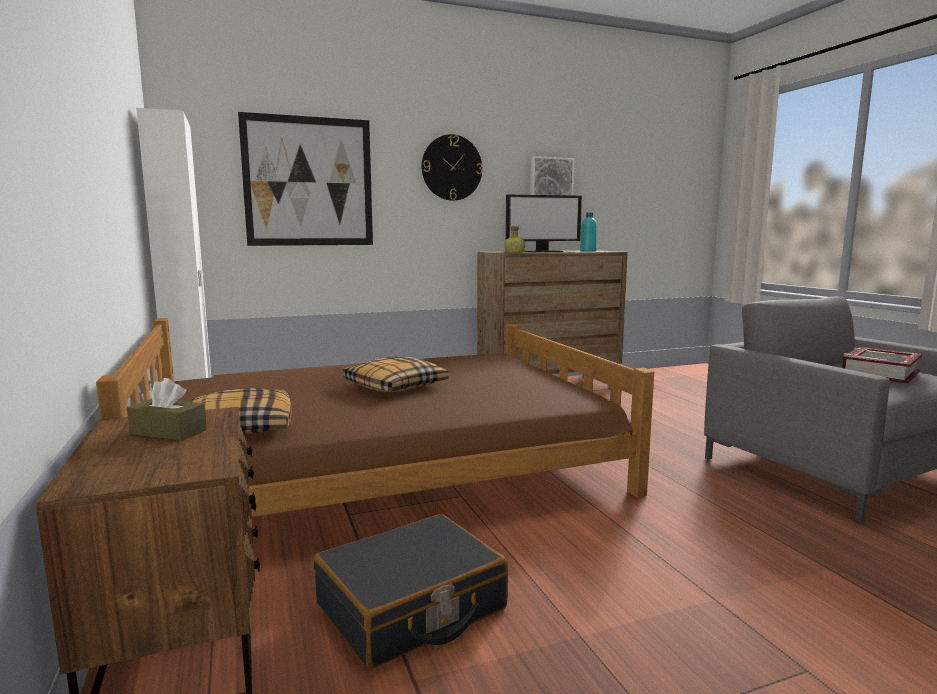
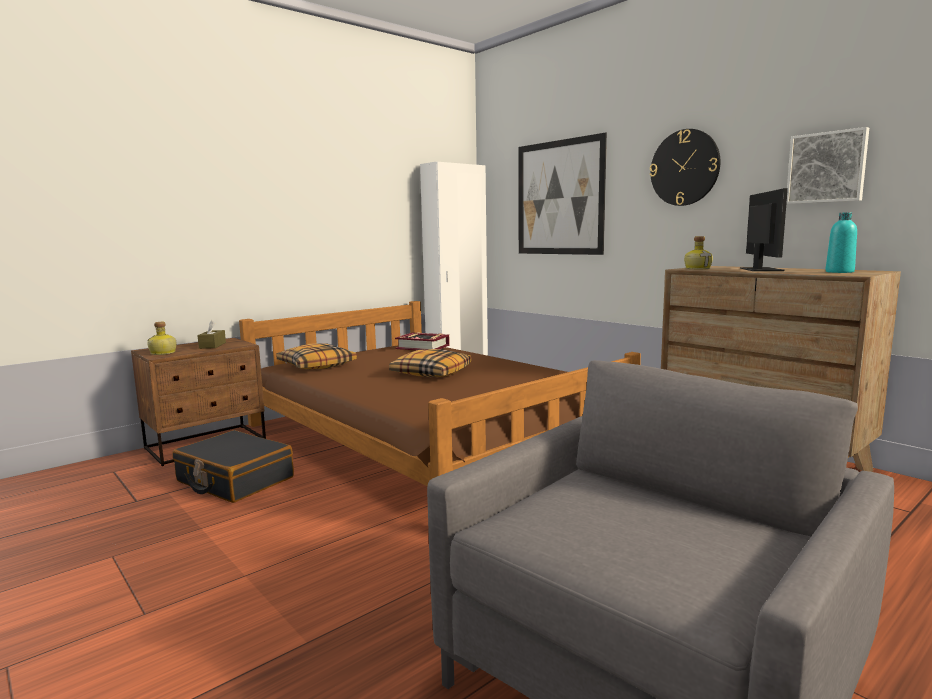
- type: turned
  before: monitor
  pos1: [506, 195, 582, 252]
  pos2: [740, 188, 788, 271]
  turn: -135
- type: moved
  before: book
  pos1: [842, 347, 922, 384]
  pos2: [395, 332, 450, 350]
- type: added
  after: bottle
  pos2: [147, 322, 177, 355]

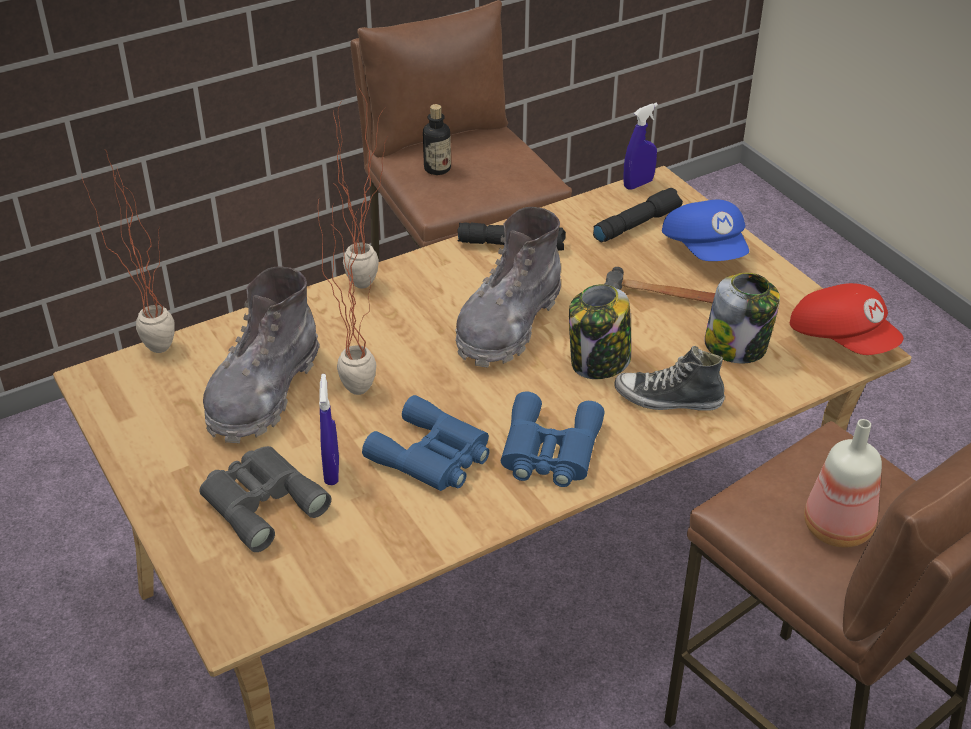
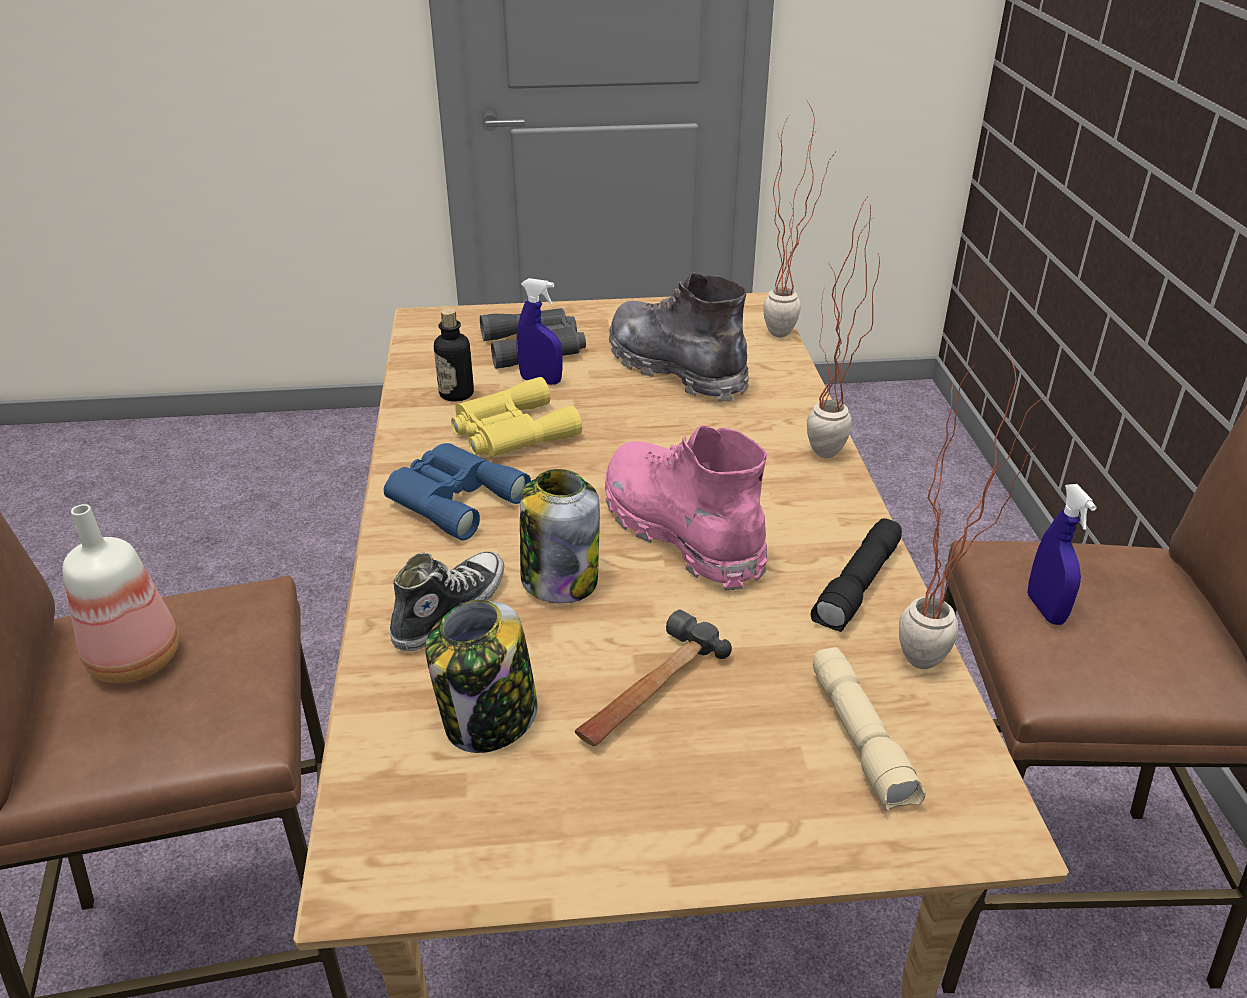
- type: moved
  before: blue spray bottle
  pos1: [623, 103, 658, 190]
  pos2: [1028, 484, 1097, 625]
- type: moved
  before: bottle
  pos1: [423, 104, 451, 175]
  pos2: [434, 308, 474, 402]
- type: moved
  before: potted plant
  pos1: [318, 183, 376, 395]
  pos2: [899, 347, 1046, 669]
- type: recoloured
  before: black flashlight
  after: beige flashlight
  pos1: [593, 188, 683, 243]
  pos2: [813, 647, 925, 811]
- type: removed
  before: blue cap
  pos1: [662, 200, 749, 261]
- type: recoloured
  before: grey boot
  after: pink boot
  pos1: [455, 207, 561, 367]
  pos2: [605, 425, 767, 591]
- type: removed
  before: red cap
  pos1: [790, 283, 904, 355]
- type: recoloured
  before: blue binoculars
  after: yellow binoculars
  pos1: [362, 395, 490, 491]
  pos2: [451, 377, 582, 457]

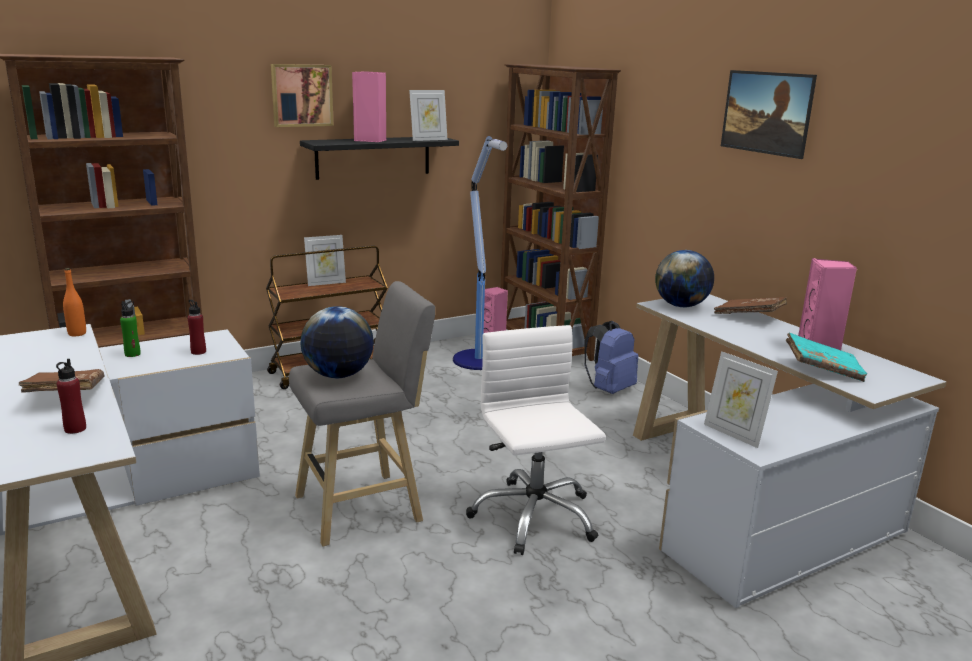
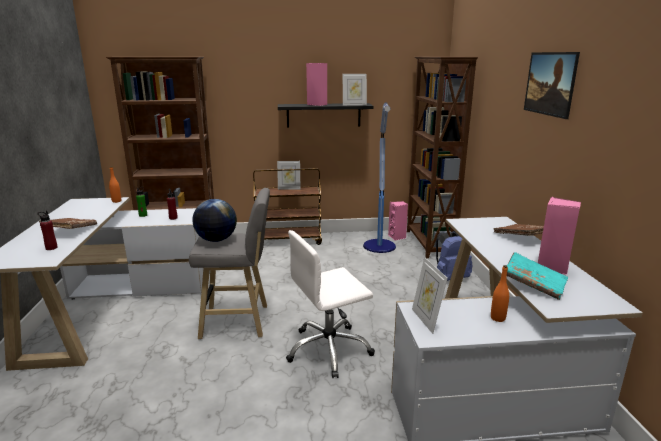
- type: removed
  before: picture
  pos1: [271, 64, 334, 127]
- type: removed
  before: globe
  pos1: [655, 250, 714, 307]
- type: turned
  before: white office chair
  pos1: [466, 325, 606, 555]
  pos2: [286, 230, 375, 378]
  turn: -120
- type: added
  after: orange bottle
  pos2: [491, 265, 509, 322]

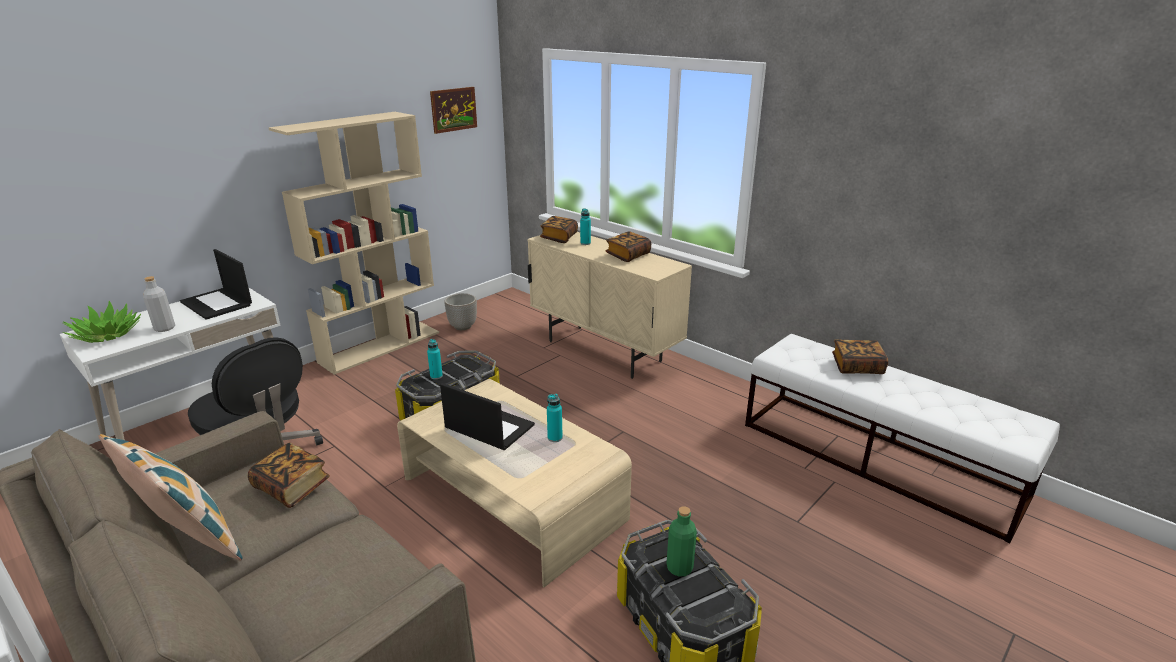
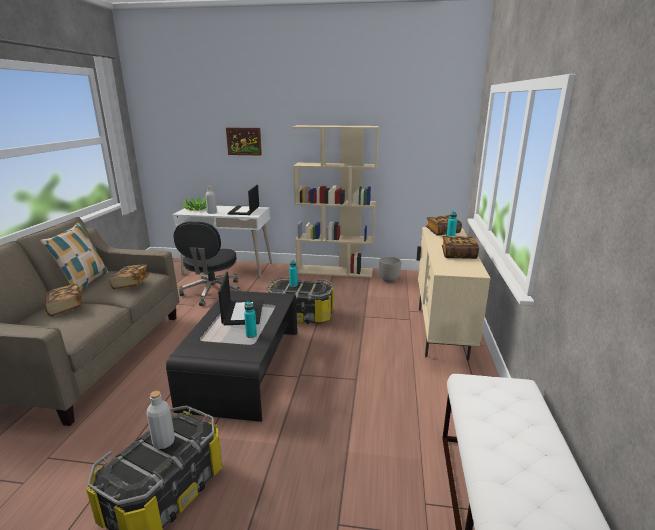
- type: moved
  before: picture
  pos1: [430, 87, 477, 134]
  pos2: [226, 127, 262, 156]
- type: moved
  before: book
  pos1: [832, 340, 888, 374]
  pos2: [45, 284, 83, 317]
- type: recoloured
  before: beige coffee table
  after: black coffee table
  pos1: [397, 379, 632, 587]
  pos2: [166, 291, 297, 422]
- type: recoloured
  before: green bottle
  after: grey bottle
  pos1: [667, 506, 697, 576]
  pos2: [146, 391, 175, 449]

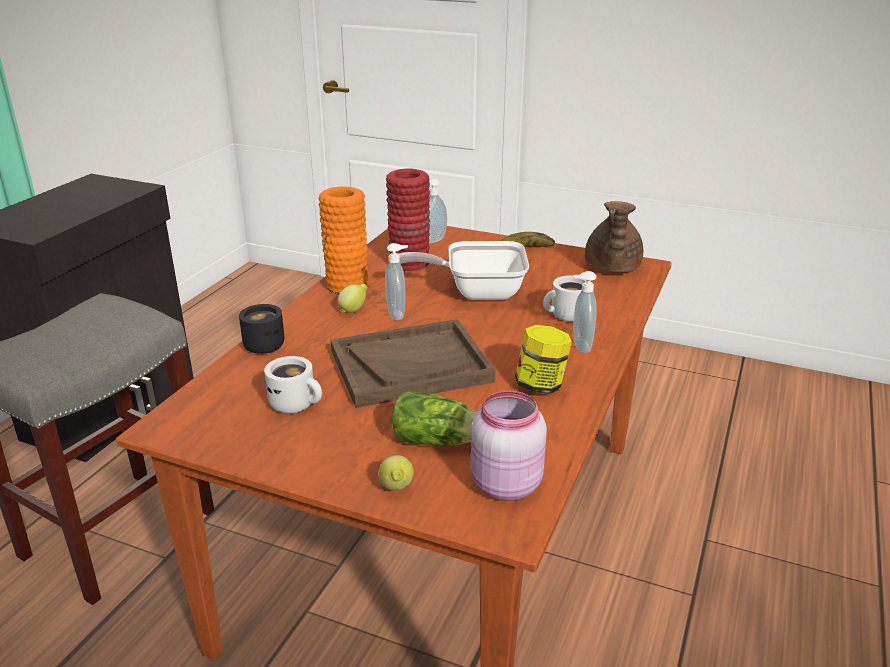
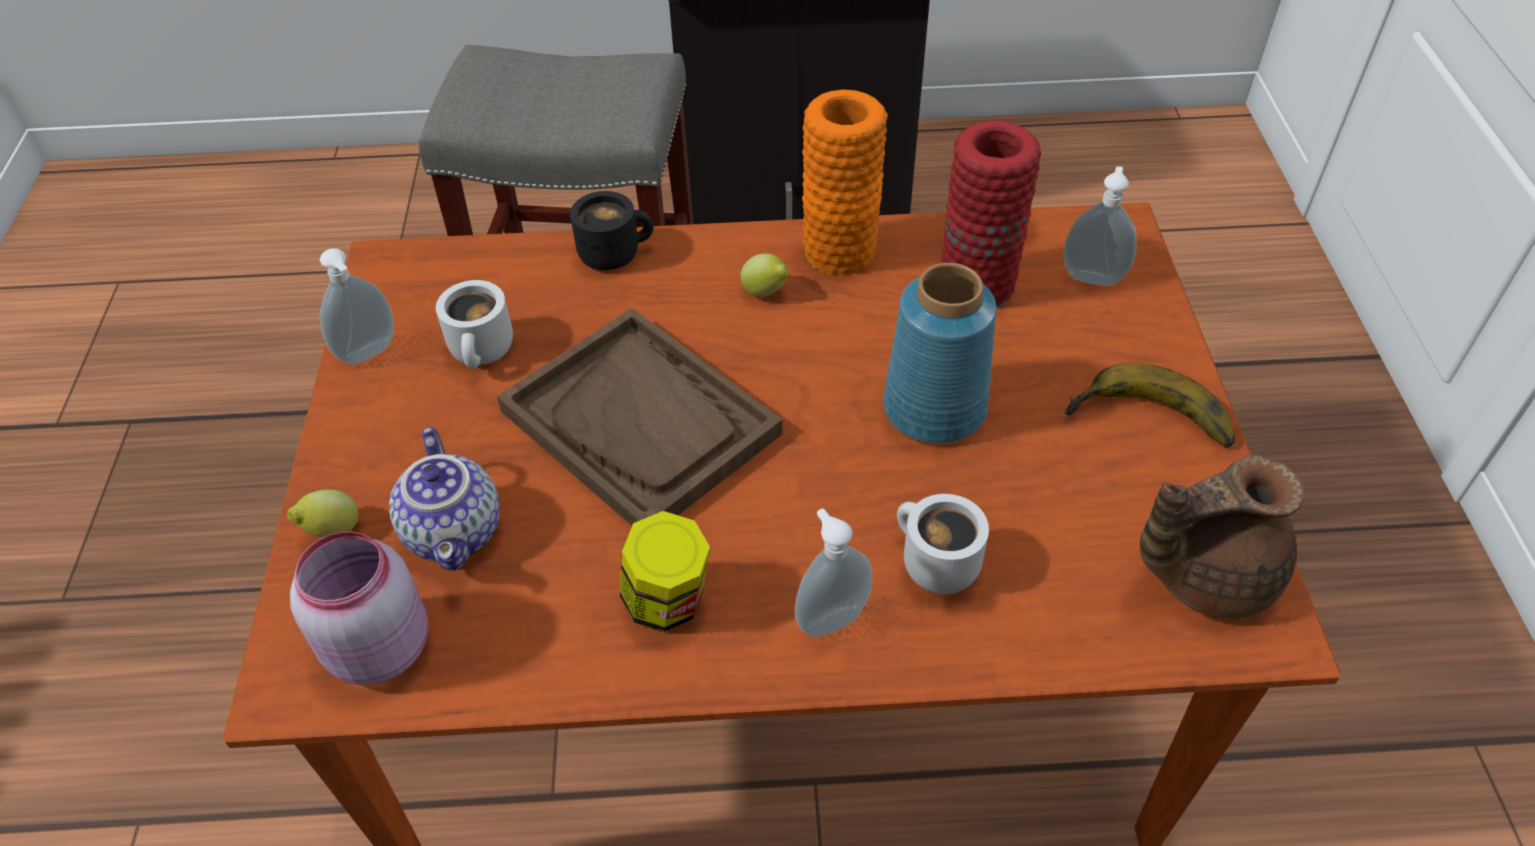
- type: replaced
  before: frying pan
  after: blue vase
  pos1: [398, 241, 529, 300]
  pos2: [883, 263, 997, 444]
- type: moved
  before: soap dispenser
  pos1: [385, 243, 408, 320]
  pos2: [319, 248, 394, 365]
- type: replaced
  before: lettuce
  after: teapot
  pos1: [392, 391, 477, 446]
  pos2: [389, 427, 500, 571]

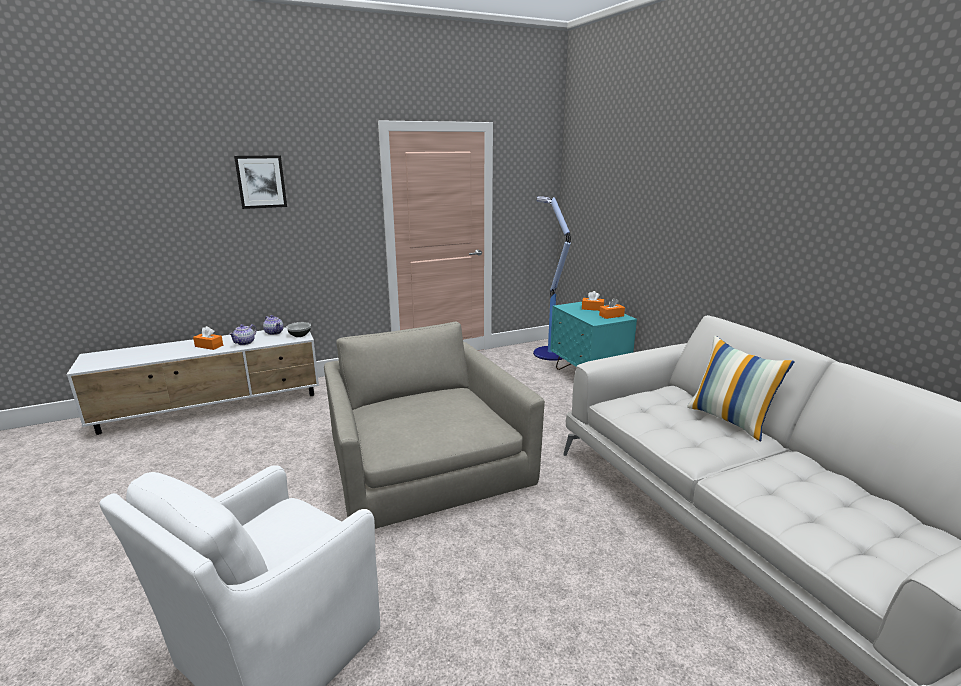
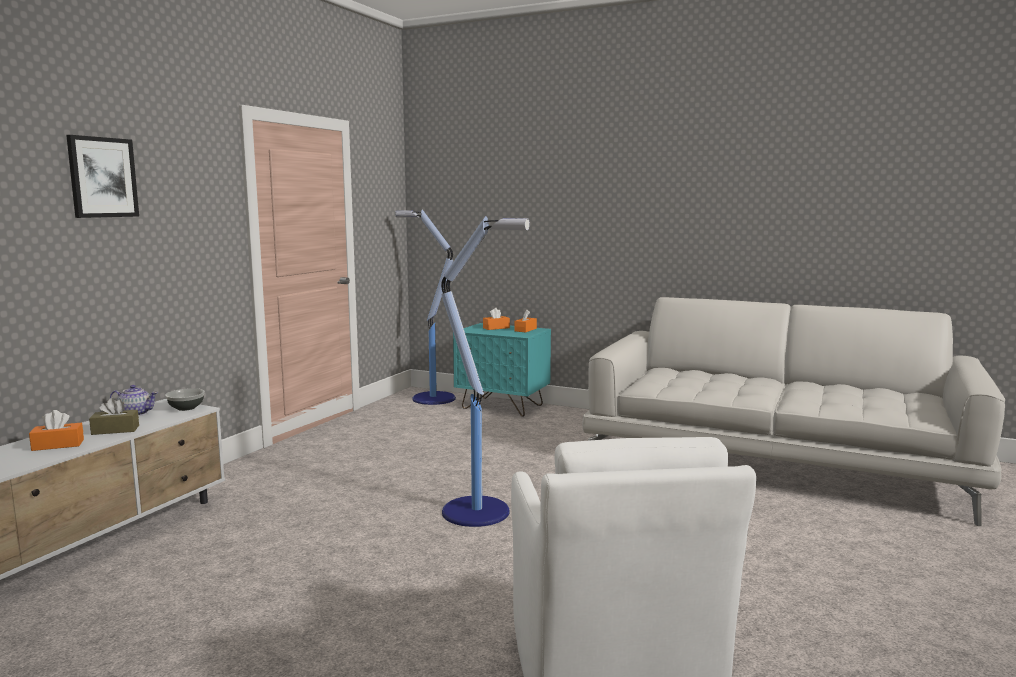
- type: replaced
  before: grey armchair
  after: floor lamp
  pos1: [324, 322, 545, 529]
  pos2: [441, 216, 530, 527]
- type: replaced
  before: teapot
  after: brown tissue box
  pos1: [229, 324, 257, 345]
  pos2: [89, 398, 139, 435]
- type: removed
  before: pillow
  pos1: [687, 336, 794, 442]

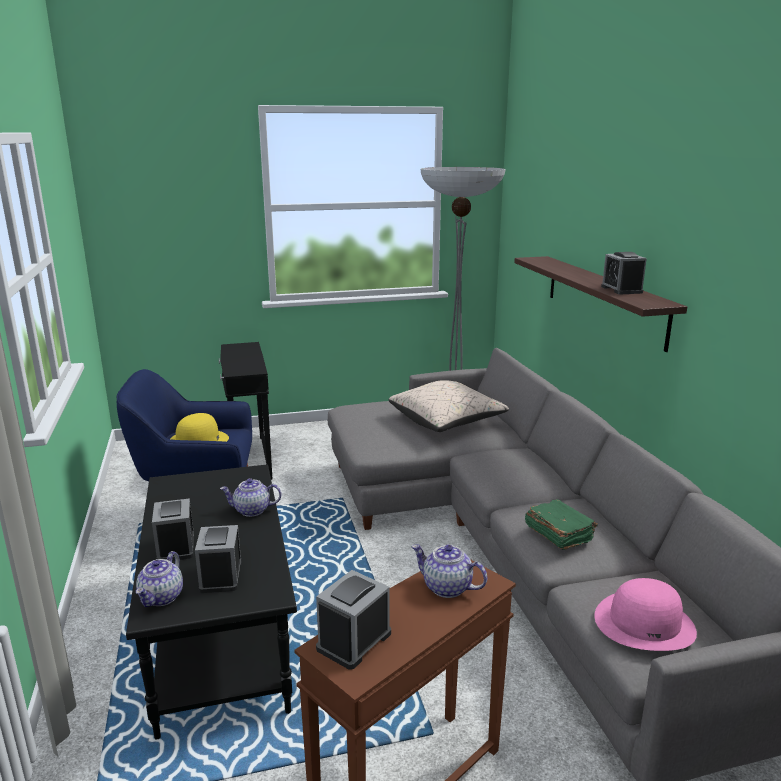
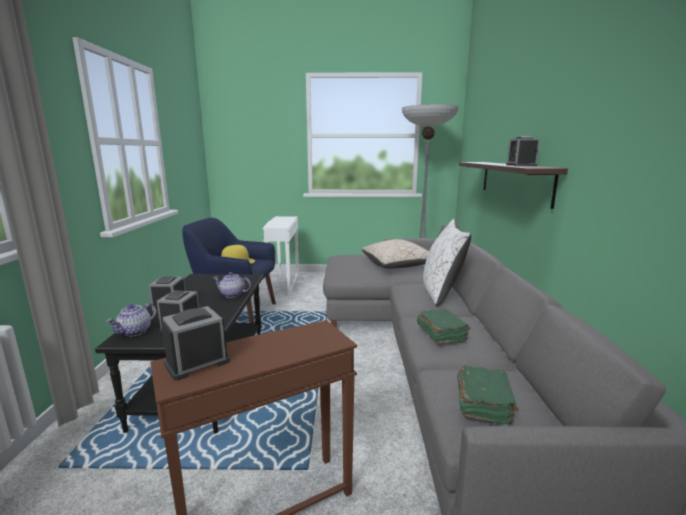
- type: recoloured
  before: black side table
  after: white side table
  pos1: [219, 342, 273, 480]
  pos2: [262, 216, 299, 298]
- type: removed
  before: teapot
  pos1: [411, 544, 487, 598]
- type: replaced
  before: pink hat
  after: green book
  pos1: [595, 578, 697, 651]
  pos2: [457, 365, 519, 425]
- type: added
  after: white pillow
  pos2: [423, 219, 471, 306]

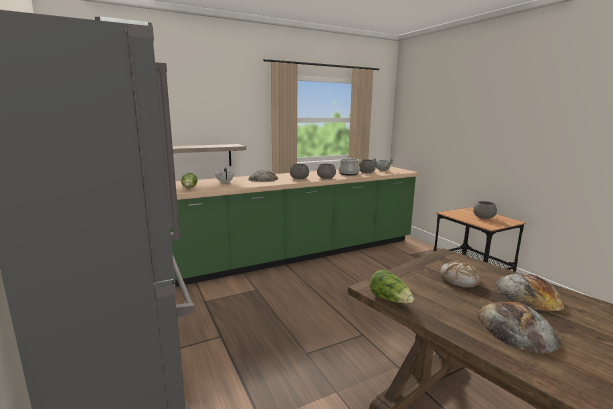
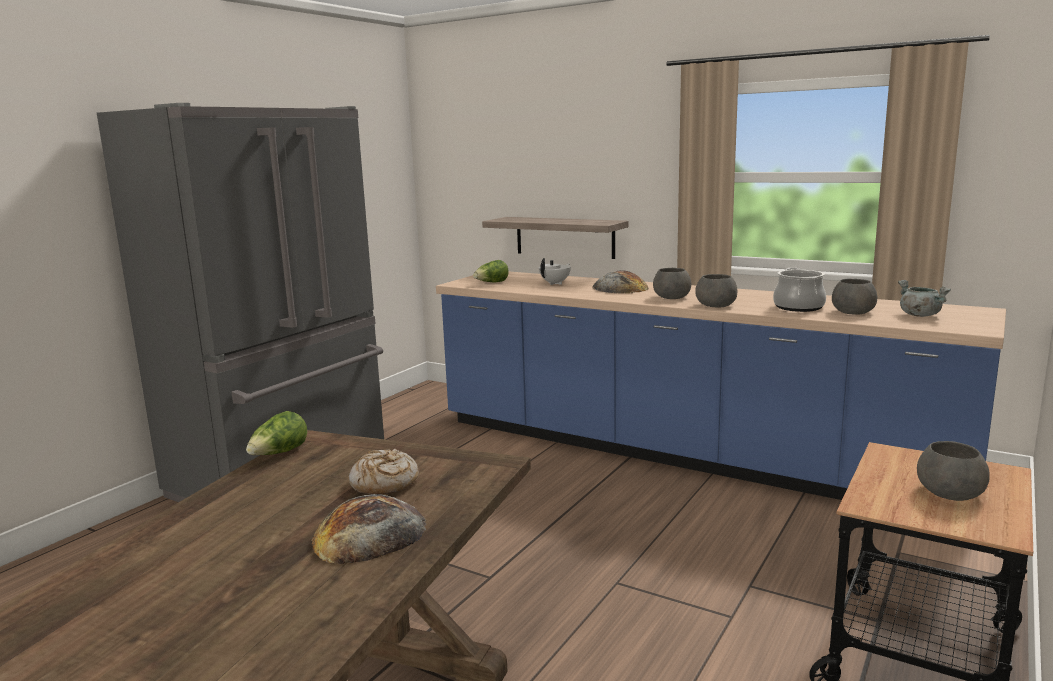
- type: recoloured
  before: green counter
  after: blue counter
  pos1: [170, 166, 419, 287]
  pos2: [436, 272, 1006, 500]
- type: removed
  before: bread
  pos1: [477, 302, 560, 354]

